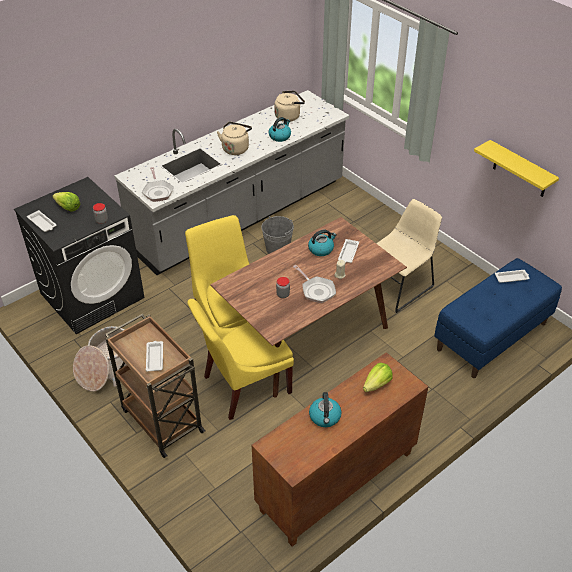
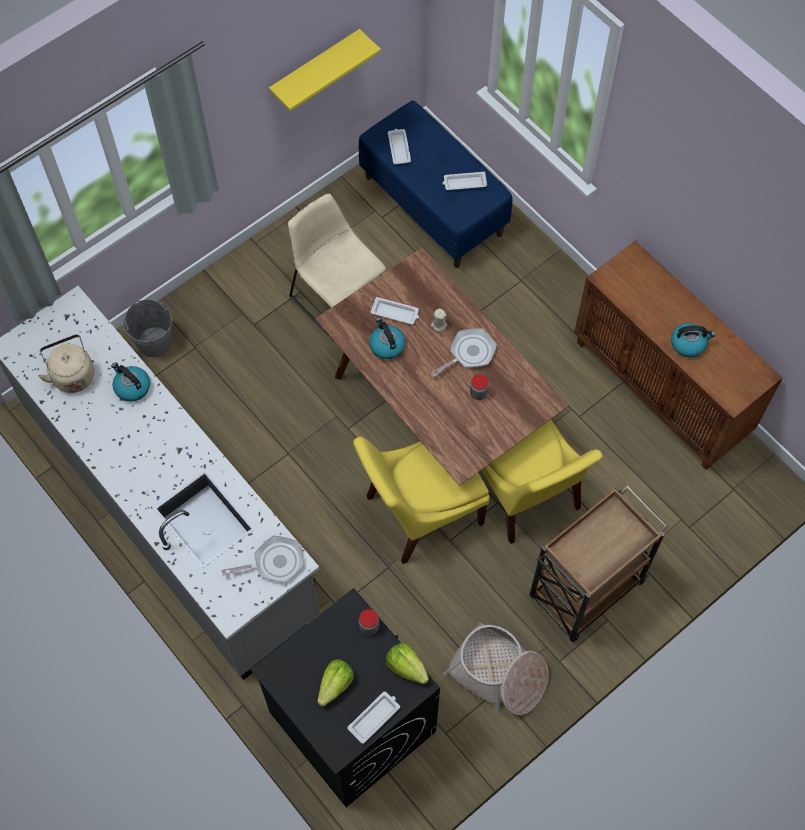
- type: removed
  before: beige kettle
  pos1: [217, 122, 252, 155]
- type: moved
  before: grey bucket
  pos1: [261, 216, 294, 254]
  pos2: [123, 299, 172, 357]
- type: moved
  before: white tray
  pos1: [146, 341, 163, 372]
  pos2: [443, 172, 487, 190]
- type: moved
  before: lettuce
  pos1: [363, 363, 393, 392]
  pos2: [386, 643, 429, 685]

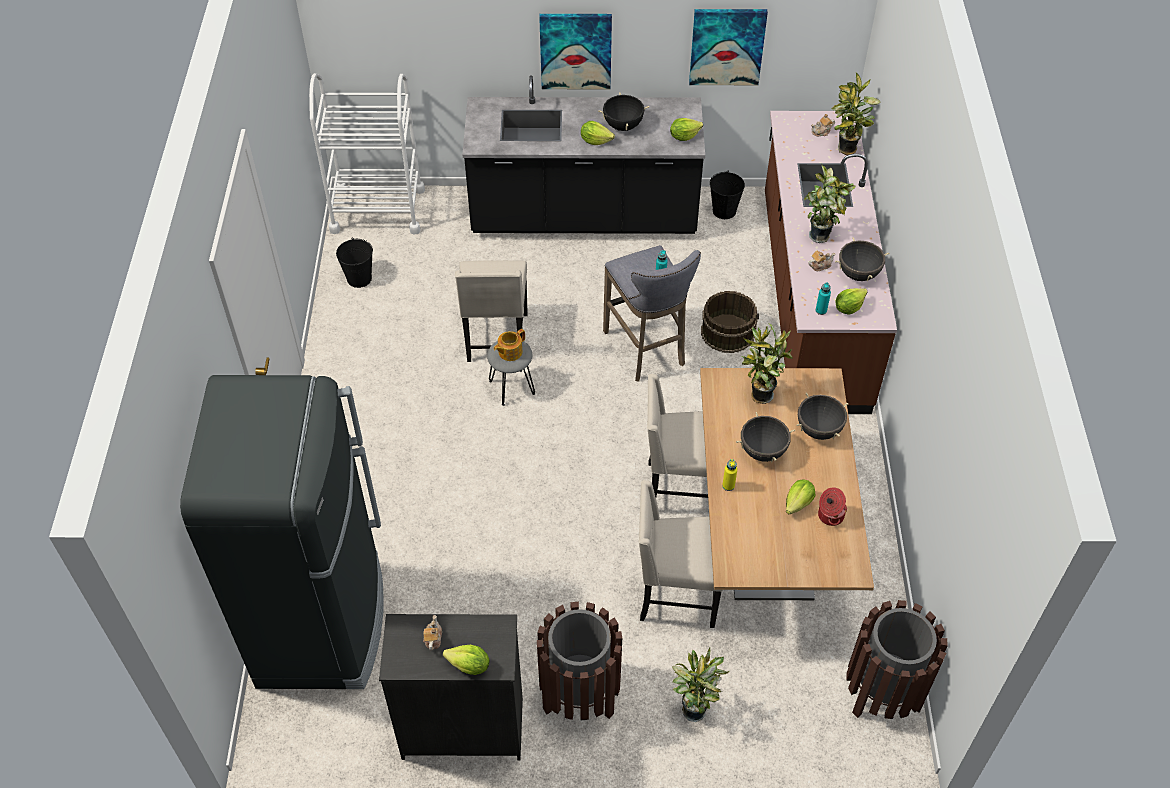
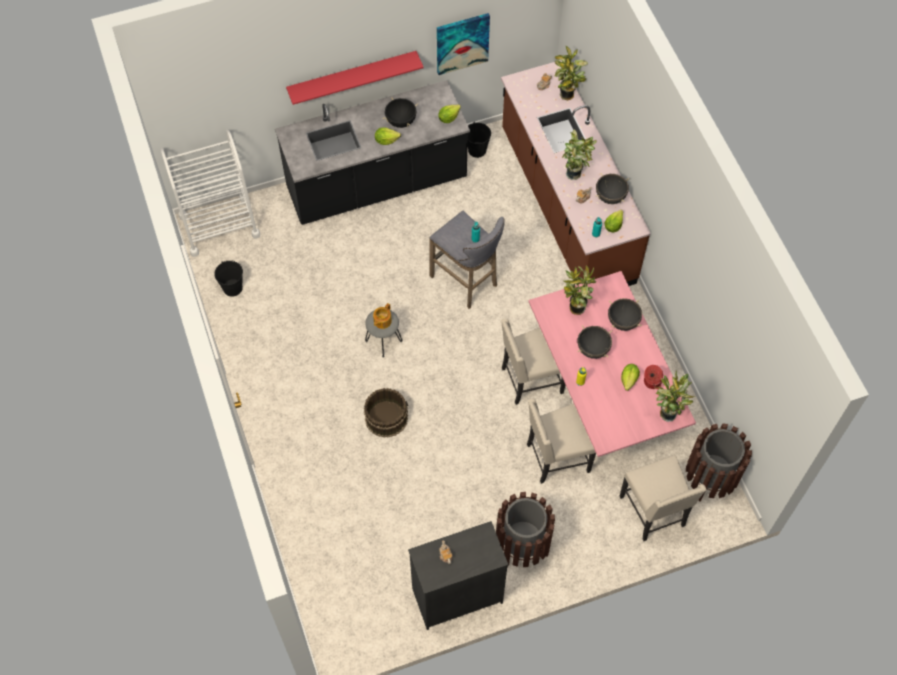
- type: replaced
  before: picture
  after: red shelf
  pos1: [539, 14, 612, 89]
  pos2: [286, 51, 424, 105]
- type: moved
  before: beige chair
  pos1: [455, 260, 528, 362]
  pos2: [620, 455, 706, 541]
- type: moved
  before: brown bucket
  pos1: [701, 291, 759, 353]
  pos2: [364, 388, 408, 438]
- type: recoloured
  before: brown dining table
  after: pink dining table
  pos1: [700, 368, 874, 600]
  pos2: [528, 271, 696, 457]
- type: removed
  before: black fridge
  pos1: [180, 375, 384, 689]
- type: removed
  before: lettuce
  pos1: [443, 645, 490, 675]
- type: moved
  before: potted plant
  pos1: [672, 648, 729, 722]
  pos2: [654, 371, 695, 422]

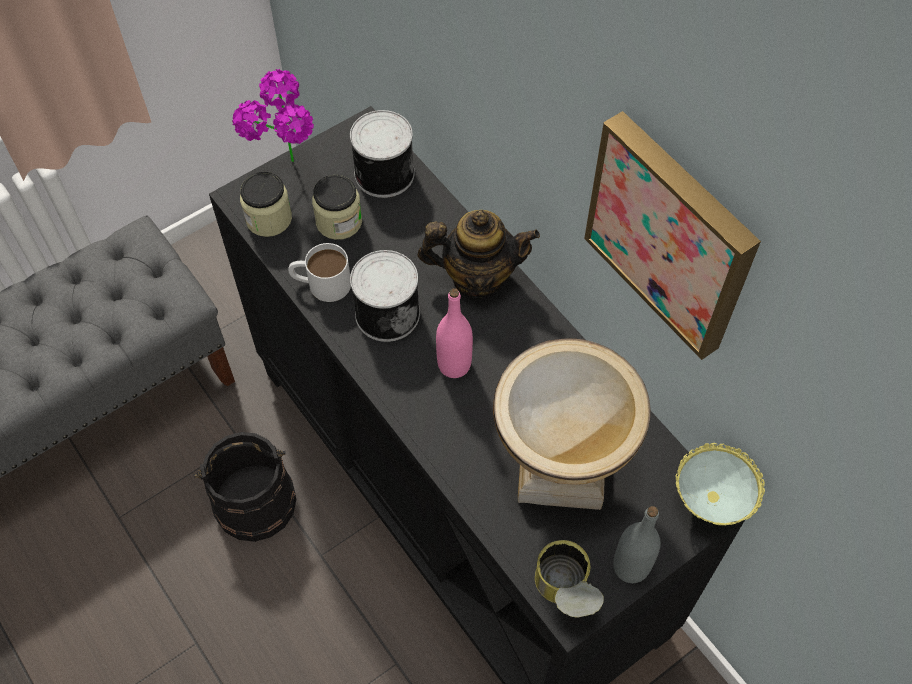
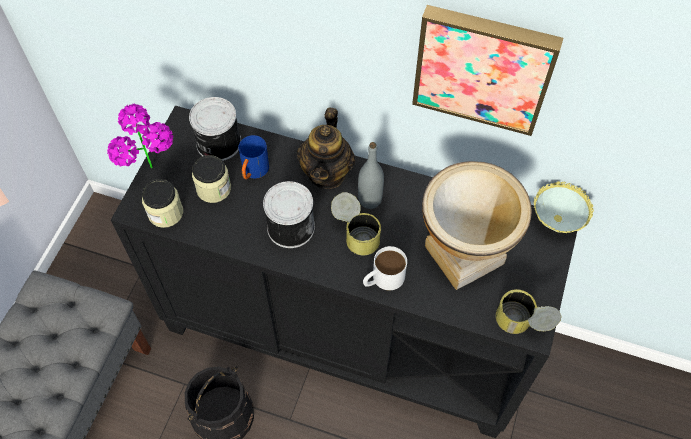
- type: turned
  before: teapot
  pos1: [418, 210, 540, 298]
  pos2: [297, 107, 355, 189]
  turn: 135
- type: moved
  before: white mug
  pos1: [288, 243, 351, 302]
  pos2: [363, 246, 407, 291]
- type: replaced
  before: pink bottle
  after: can
  pos1: [436, 288, 473, 378]
  pos2: [331, 192, 381, 255]
- type: moved
  before: grey bottle
  pos1: [613, 506, 661, 583]
  pos2: [358, 142, 384, 209]
- type: added
  after: blue mug
  pos2: [238, 135, 269, 179]

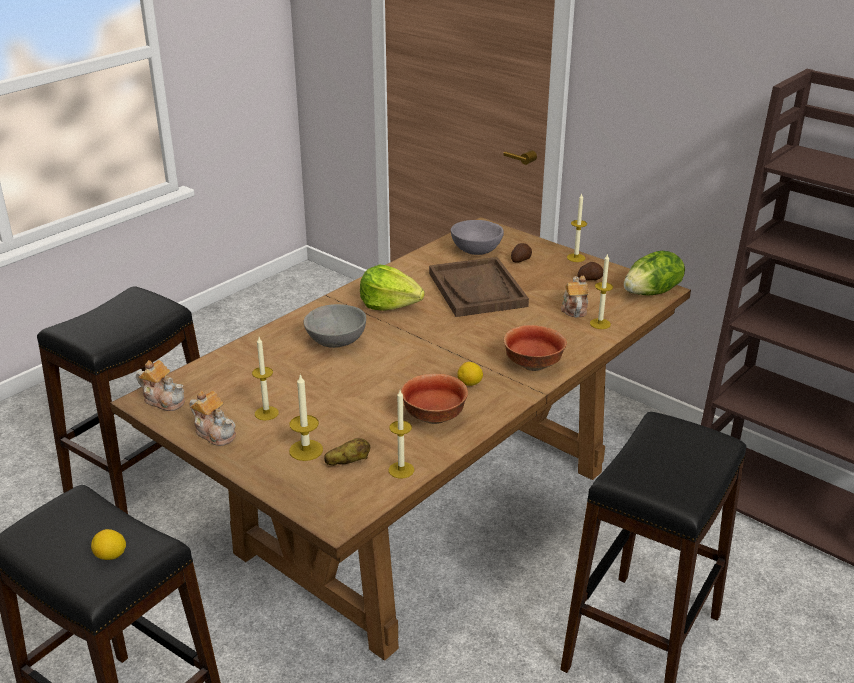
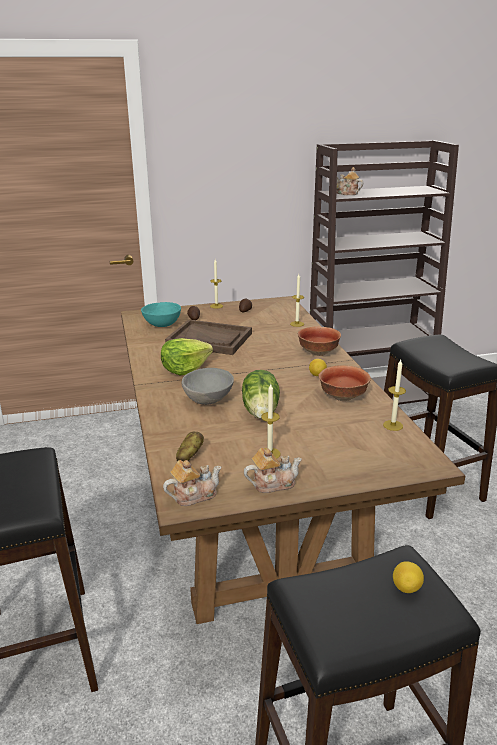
- type: recoloured
  before: grey bowl
  after: turquoise bowl
  pos1: [451, 220, 504, 255]
  pos2: [141, 302, 181, 327]
- type: moved
  before: lettuce
  pos1: [624, 251, 685, 296]
  pos2: [242, 370, 280, 419]
- type: moved
  before: teapot
  pos1: [561, 276, 589, 317]
  pos2: [336, 167, 363, 195]
- type: removed
  before: candle
  pos1: [289, 374, 323, 461]
- type: moved
  before: potato
  pos1: [324, 438, 370, 466]
  pos2: [176, 432, 204, 461]

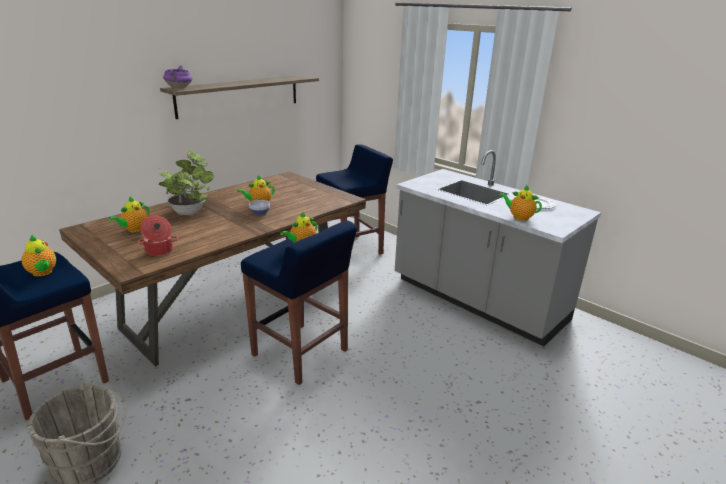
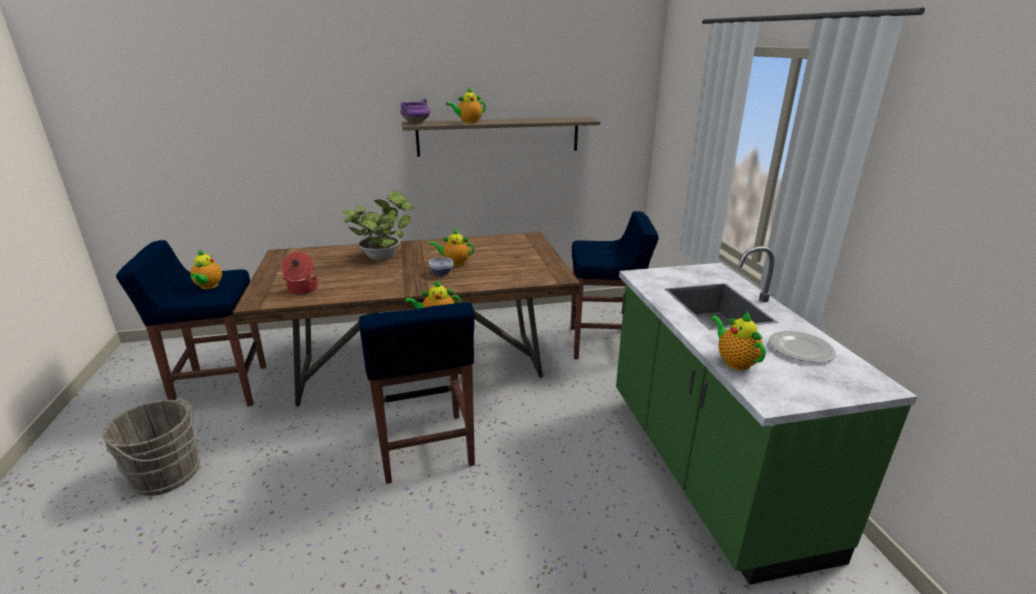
- type: recoloured
  before: grey counter
  after: green counter
  pos1: [395, 150, 601, 346]
  pos2: [616, 246, 918, 585]
- type: moved
  before: teapot
  pos1: [108, 197, 149, 232]
  pos2: [446, 88, 486, 124]

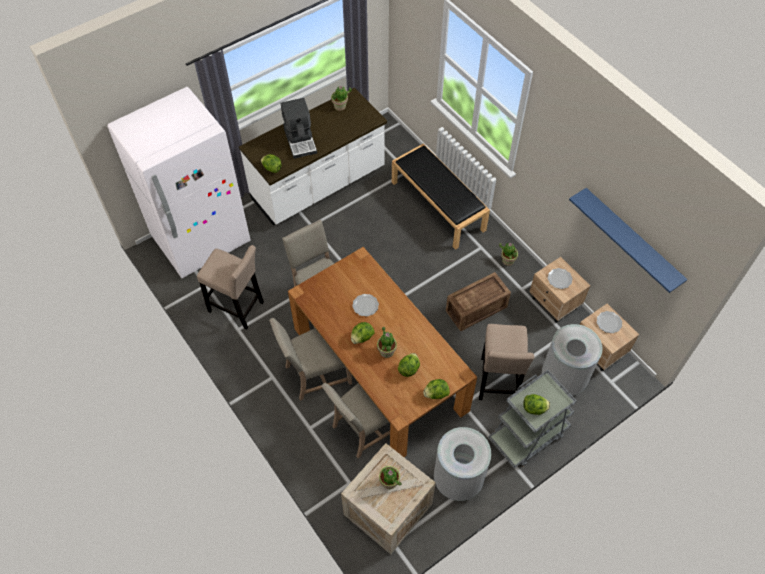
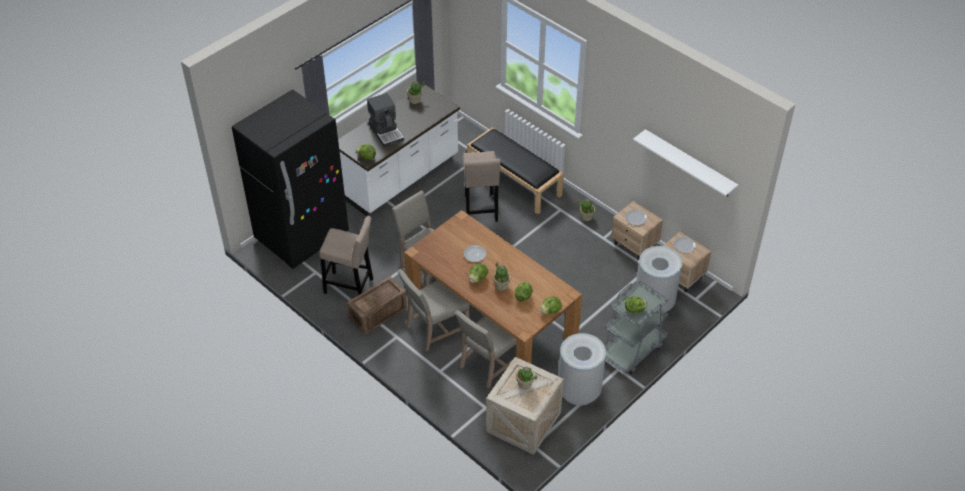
- type: recoloured
  before: white fridge
  after: black fridge
  pos1: [107, 87, 250, 278]
  pos2: [232, 90, 349, 269]
- type: recoloured
  before: blue shelf
  after: white shelf
  pos1: [569, 188, 687, 293]
  pos2: [633, 129, 738, 197]
- type: moved
  before: crate
  pos1: [446, 272, 511, 331]
  pos2: [347, 277, 407, 334]
- type: moved
  before: beige stool
  pos1: [479, 324, 534, 400]
  pos2: [463, 151, 501, 222]

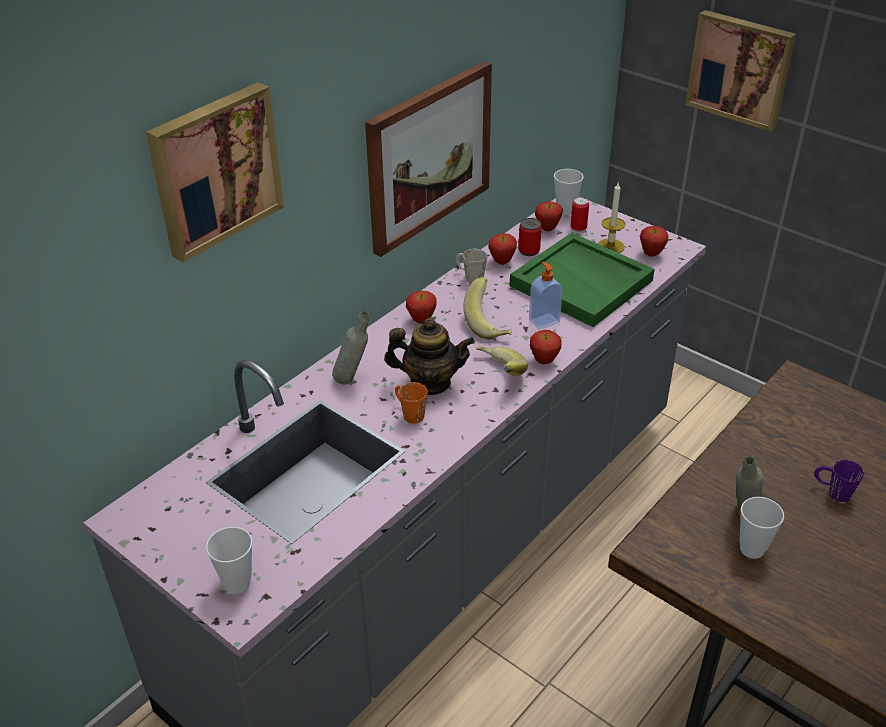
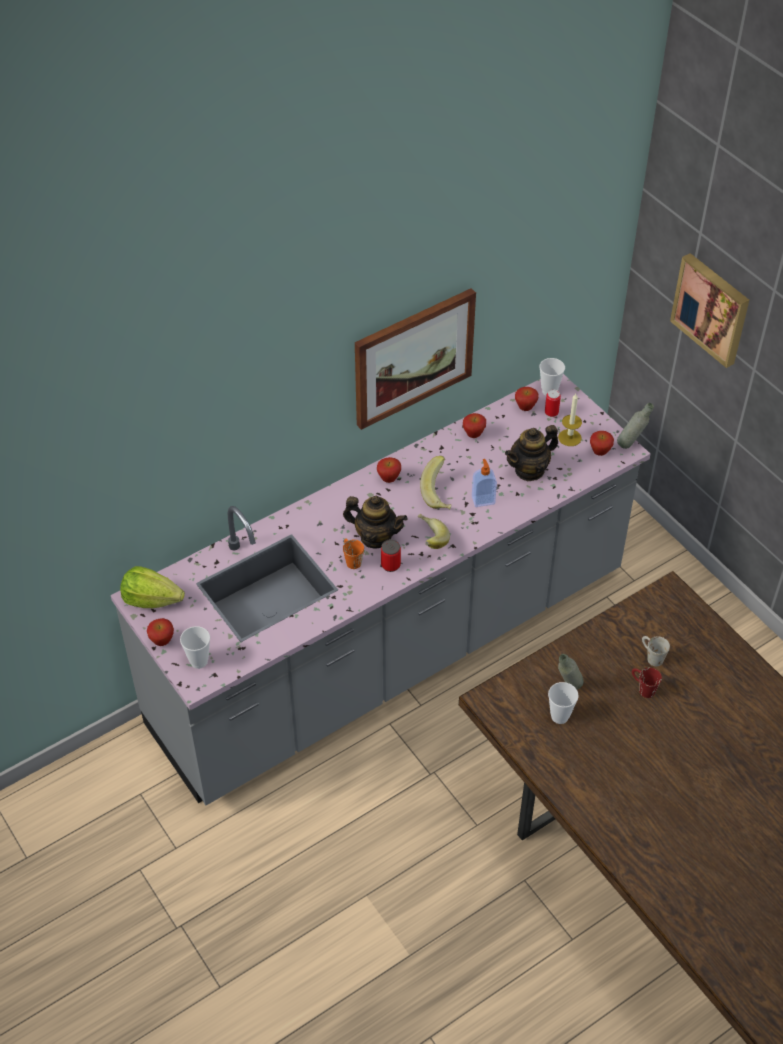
- type: removed
  before: picture
  pos1: [146, 82, 284, 263]
- type: moved
  before: can
  pos1: [518, 218, 541, 256]
  pos2: [381, 539, 401, 572]
- type: replaced
  before: green tray
  after: teapot
  pos1: [510, 233, 655, 327]
  pos2: [505, 425, 558, 481]
- type: moved
  before: white mug
  pos1: [456, 249, 487, 283]
  pos2: [642, 636, 670, 666]
- type: moved
  before: grey bottle
  pos1: [332, 311, 370, 385]
  pos2: [617, 403, 654, 449]
- type: moved
  before: apple
  pos1: [530, 330, 561, 364]
  pos2: [147, 618, 174, 646]
- type: recoloured
  before: purple mug
  after: red mug
  pos1: [814, 460, 864, 502]
  pos2: [632, 668, 662, 698]
- type: added
  after: lettuce
  pos2: [120, 566, 185, 608]

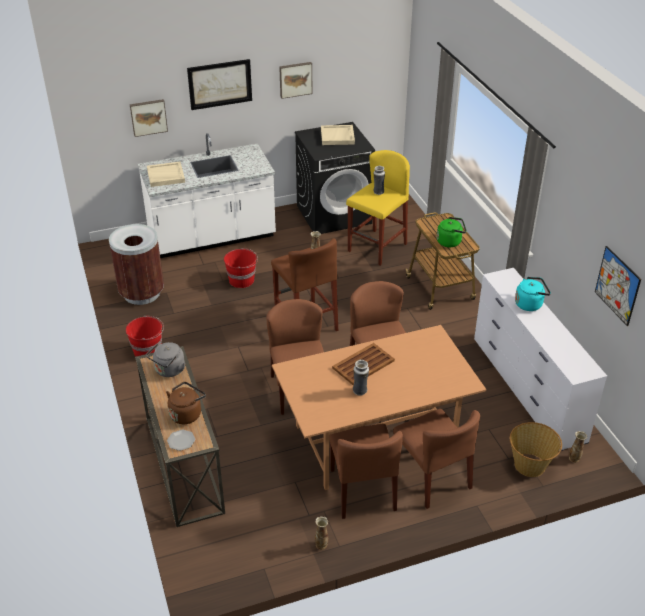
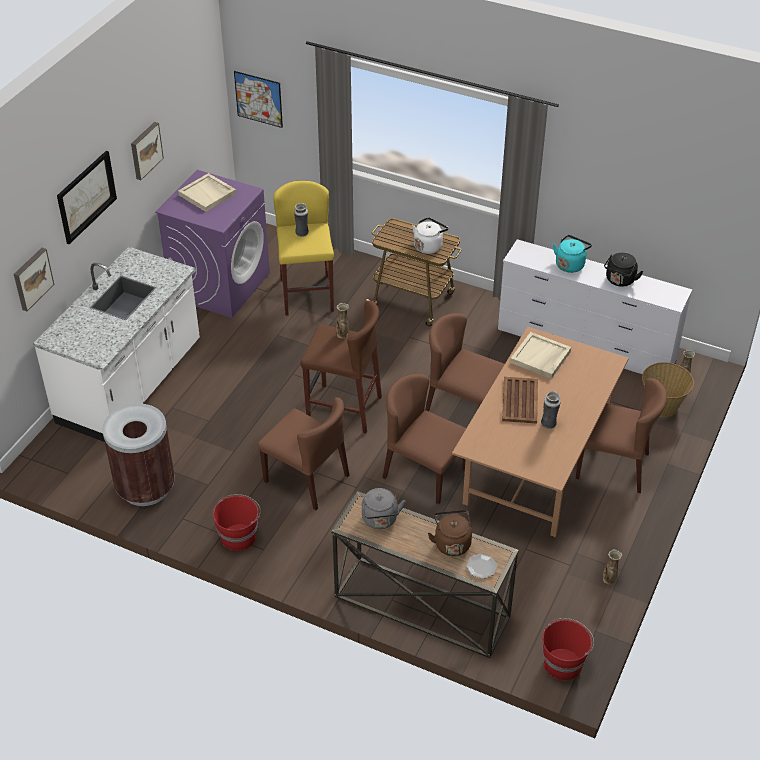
- type: recoloured
  before: black washing machine
  after: purple washing machine
  pos1: [295, 122, 375, 234]
  pos2: [155, 170, 270, 318]
- type: moved
  before: beige tray
  pos1: [147, 162, 185, 187]
  pos2: [510, 332, 571, 379]
- type: recoloured
  before: green kettle
  after: white kettle
  pos1: [437, 217, 467, 247]
  pos2: [412, 217, 448, 254]
- type: moved
  before: picture
  pos1: [595, 246, 641, 326]
  pos2: [234, 71, 283, 128]
- type: moved
  before: red bucket
  pos1: [224, 248, 258, 288]
  pos2: [542, 618, 594, 680]
- type: moved
  before: brown chair
  pos1: [329, 424, 403, 519]
  pos2: [258, 397, 349, 510]
- type: added
  after: black kettle
  pos2: [604, 253, 643, 287]

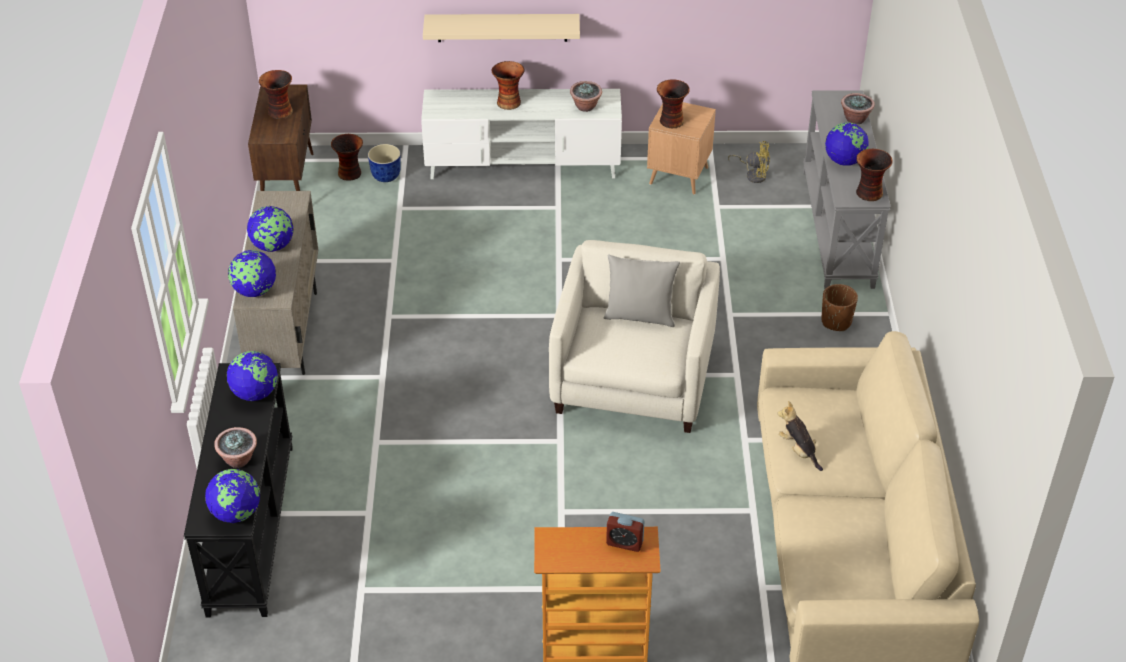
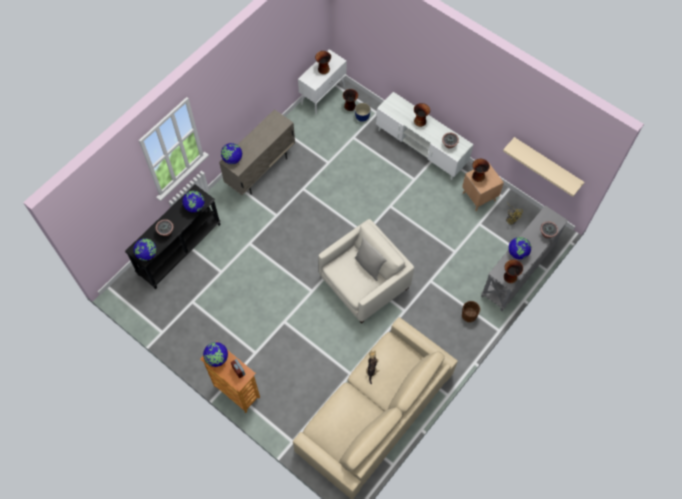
- type: moved
  before: beige shelf
  pos1: [423, 14, 580, 42]
  pos2: [503, 137, 584, 197]
- type: recoloured
  before: brown cabinet
  after: white cabinet
  pos1: [248, 84, 314, 191]
  pos2: [298, 49, 347, 115]
- type: moved
  before: globe
  pos1: [247, 206, 294, 252]
  pos2: [203, 342, 228, 367]

